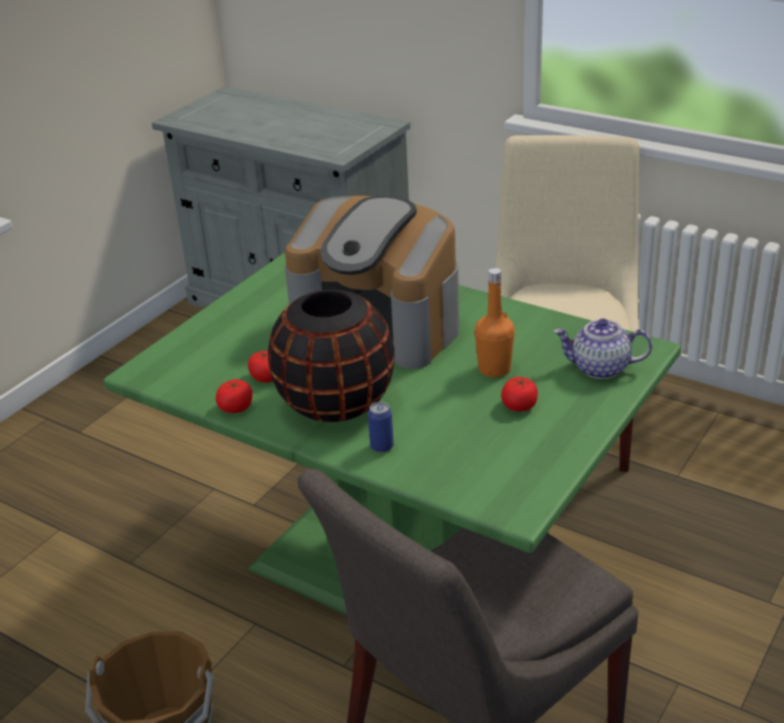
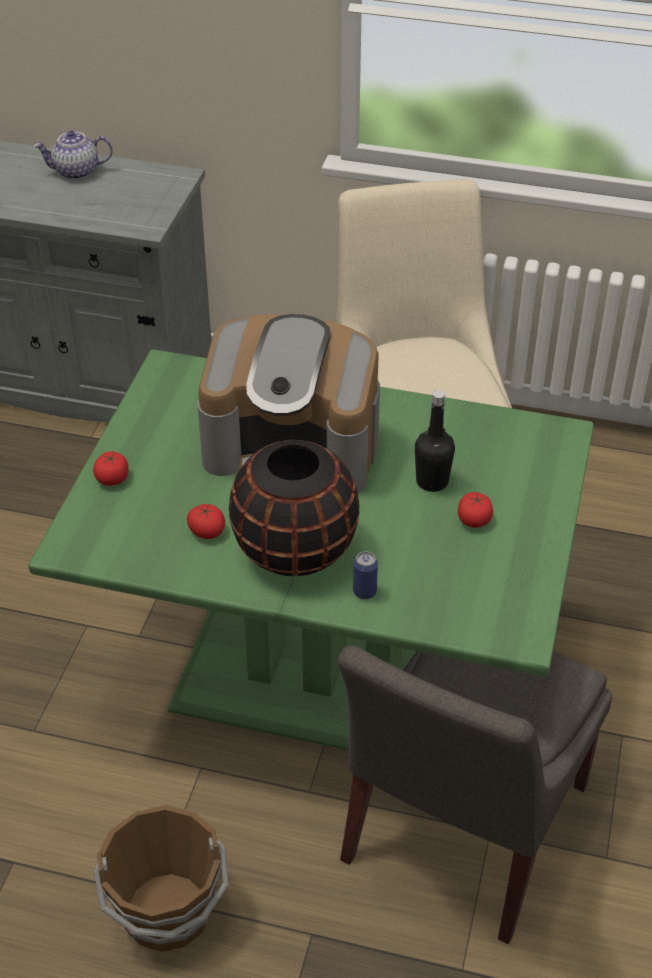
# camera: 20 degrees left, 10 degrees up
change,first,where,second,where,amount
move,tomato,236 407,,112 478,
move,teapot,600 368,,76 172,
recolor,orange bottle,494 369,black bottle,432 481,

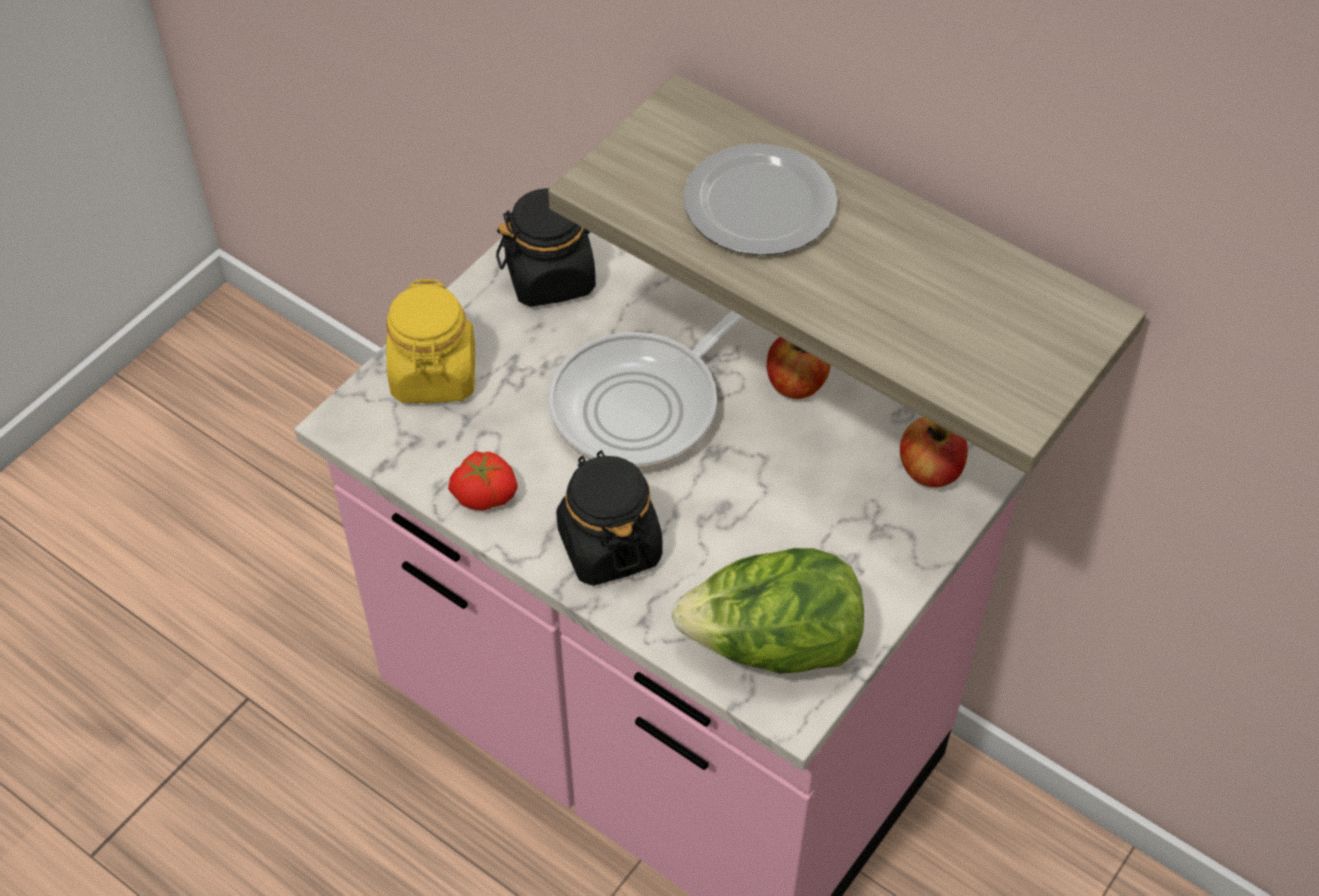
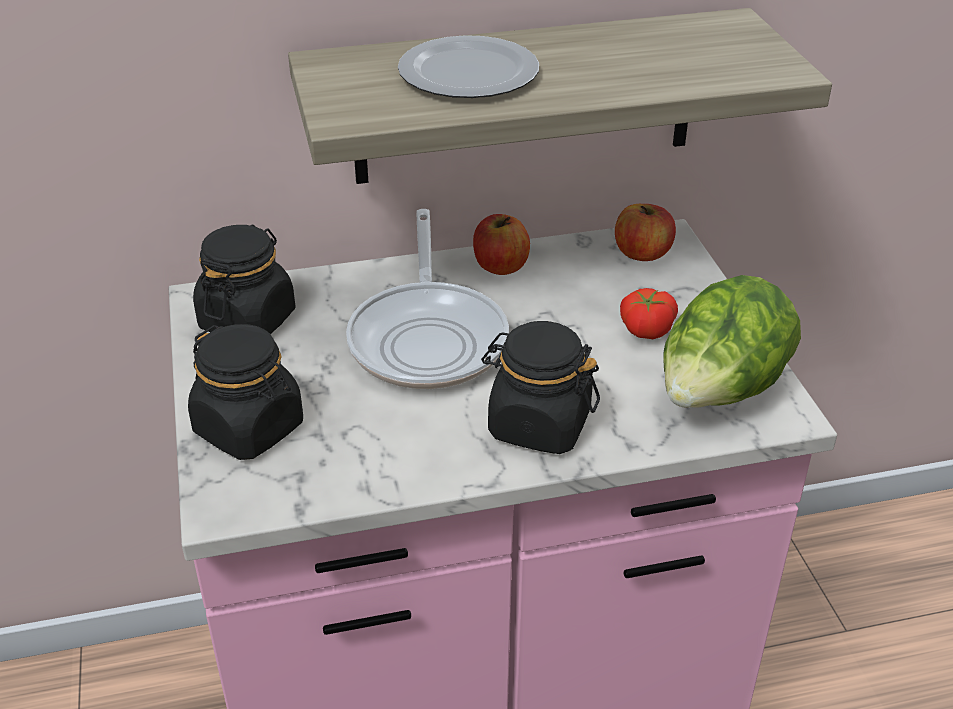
# camera: 50 degrees left, 15 degrees down
change,first,where,second,where,amount
move,tomato,484 492,,645 328,
recolor,yellow jar,434 375,black jar,250 428,

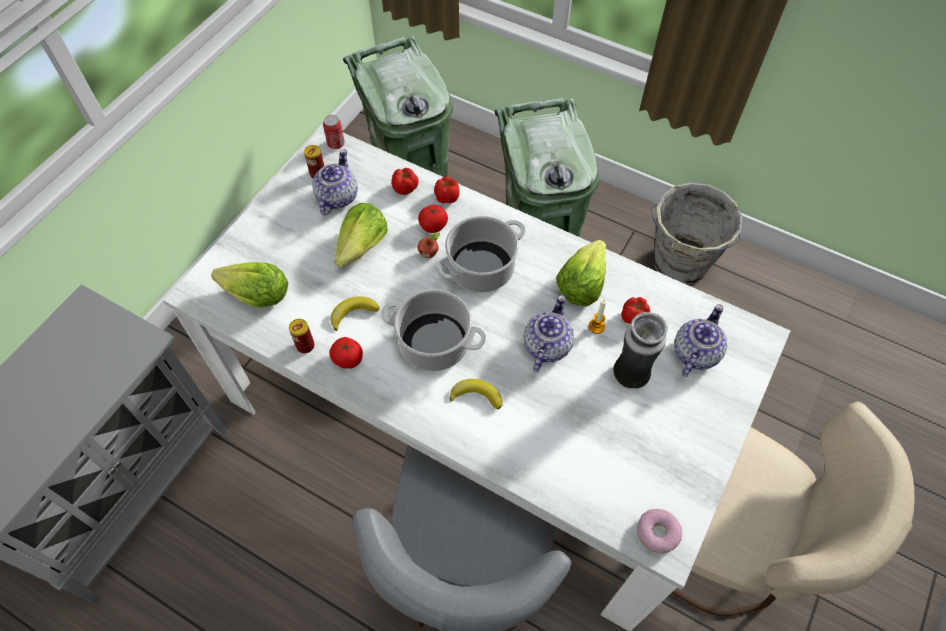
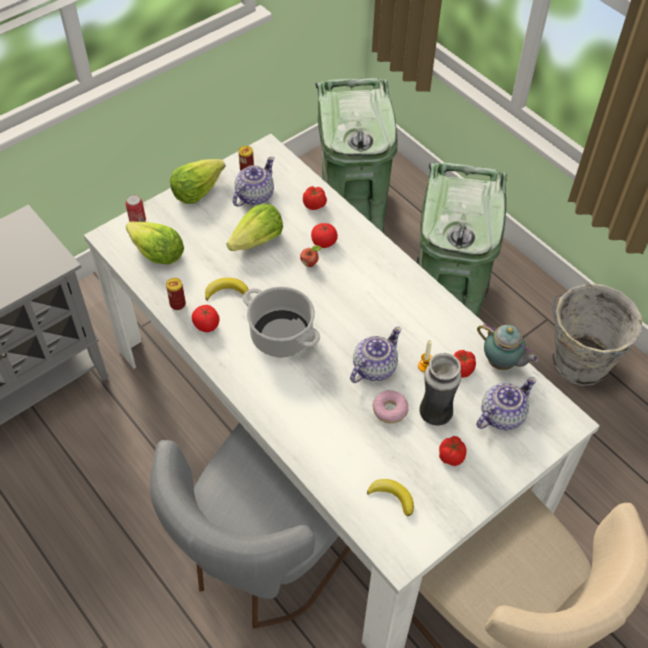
# camera: 20 degrees right, 5 degrees down
change,first,where,second,where,amount
delete,cooking pot,481 269,,,
insert,,,teapot,502 363,
move,can,336 143,,137 221,
move,tomato,447 196,,451 456,
move,banana,476 395,,392 497,
move,lettuce,581 284,,197 190,
move,donut,657 532,,390 410,

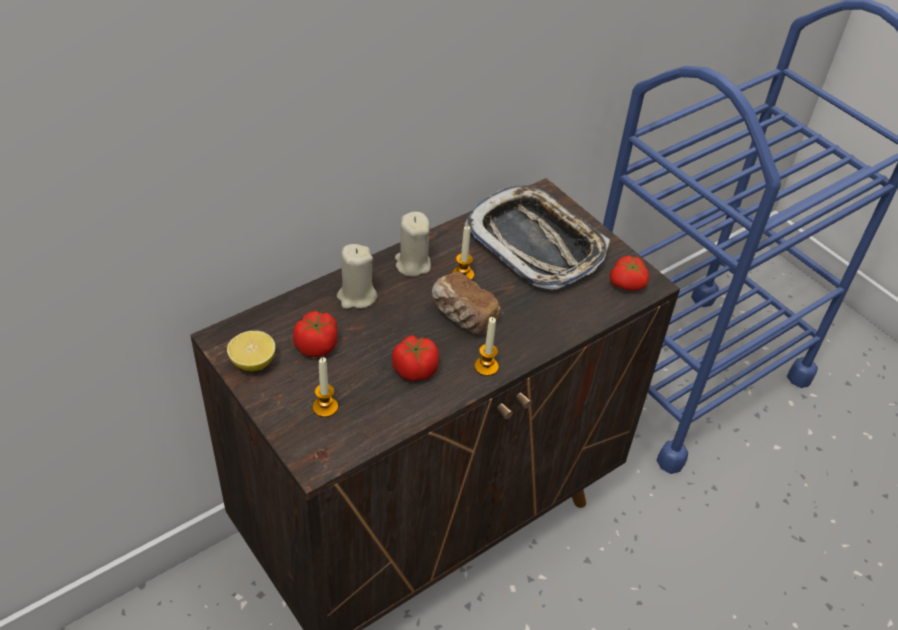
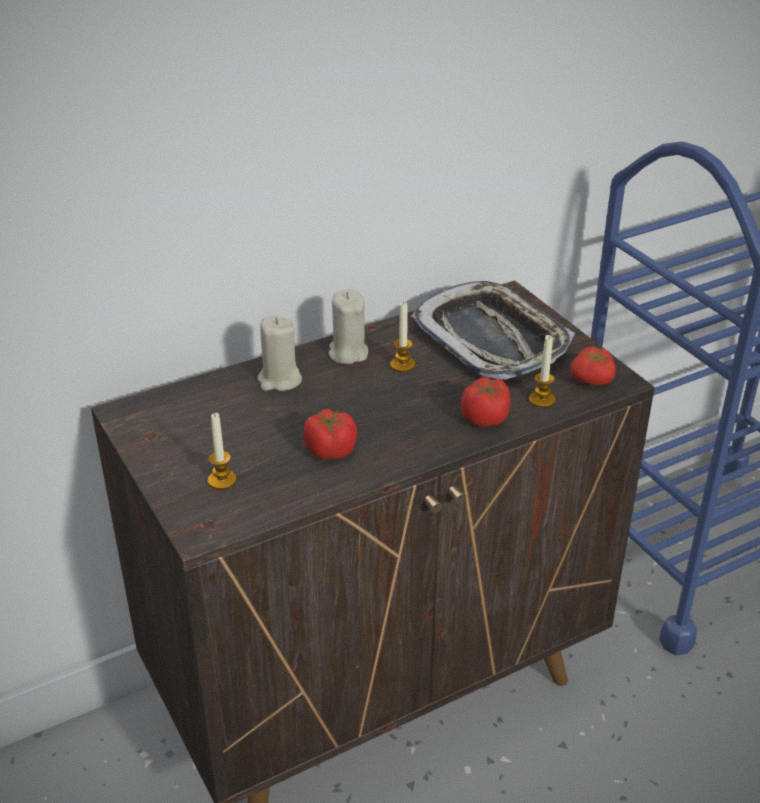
# camera: 10 degrees right, 10 degrees down
change,first,where,second,where,amount
delete,lemon,253 362,,,
delete,bread,462 316,,,
move,tomato,317 346,,485 418,
move,candle,486 367,,542 400,

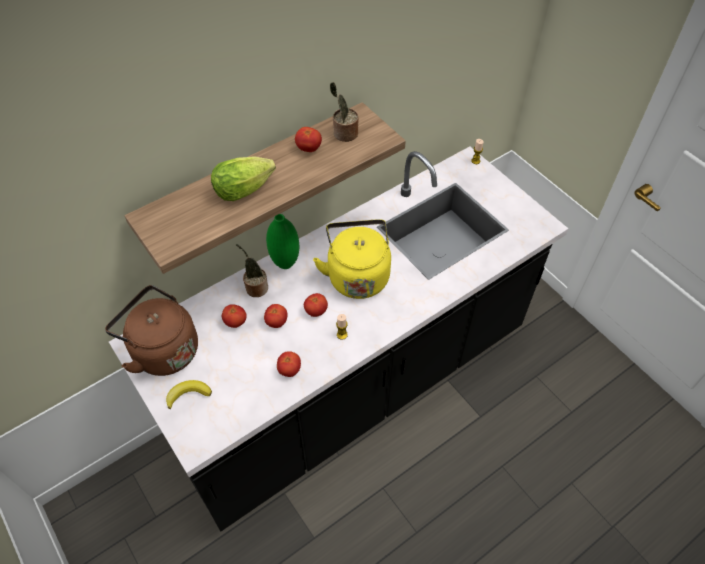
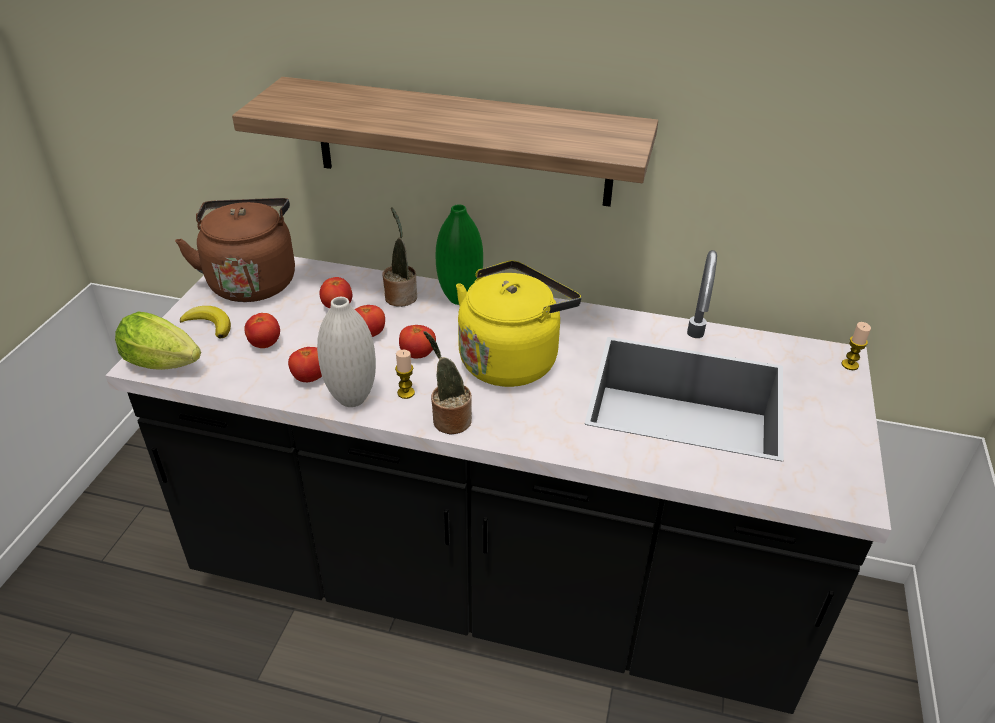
# camera: 50 degrees right, 15 degrees down
change,first,where,second,where,amount
insert,,,white vase,352 399,
move,lettuce,247 189,,167 364,
move,tomato,309 148,,265 344,
move,potted plant,344 134,,449 420,

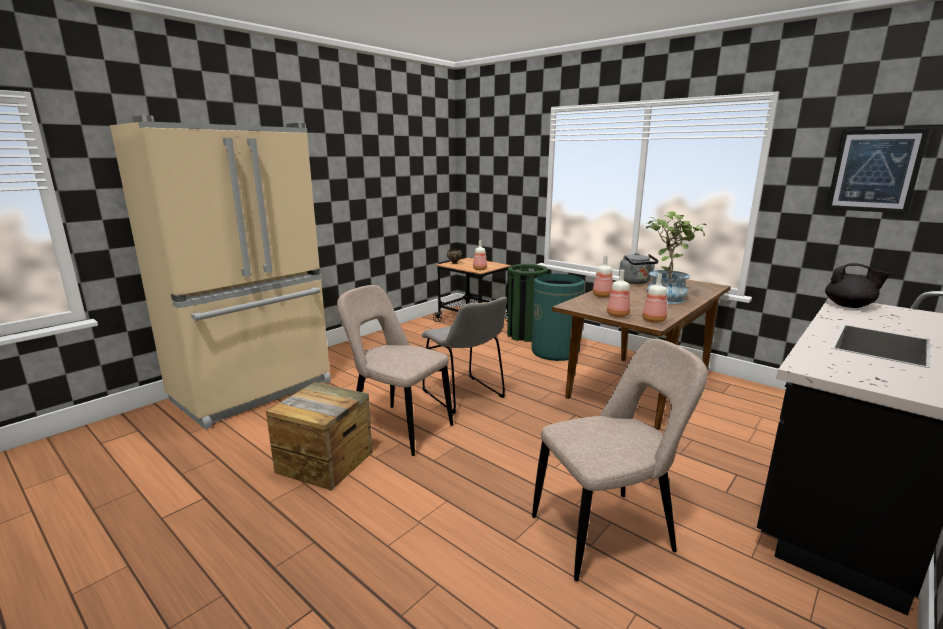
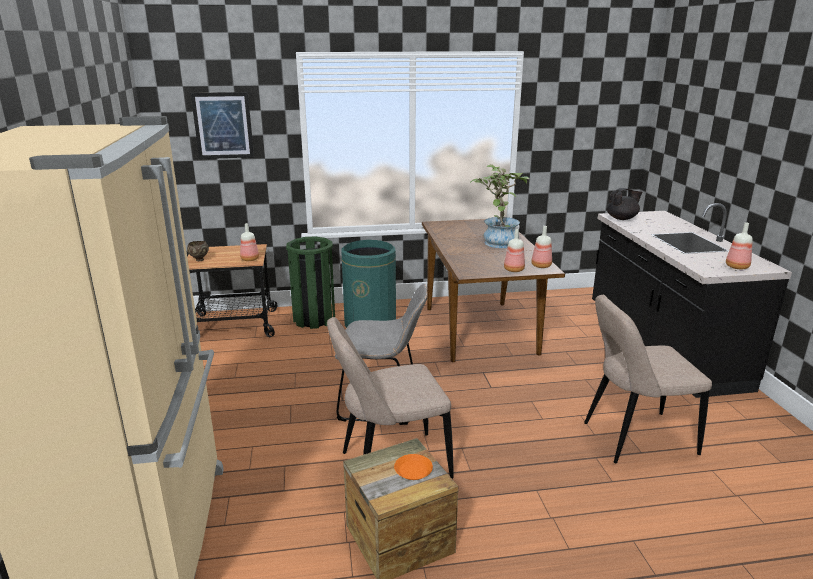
# camera: 50 degrees left, 5 degrees up
change,first,where,second,where,amount
delete,grey kettle,635 282,,,
insert,,,orange plate,413 470,
move,bottle,602 296,,737 267,
move,picture,874 171,,223 125,
rotate,beige chair,608 532,,634 438,120 degrees counterclockwise

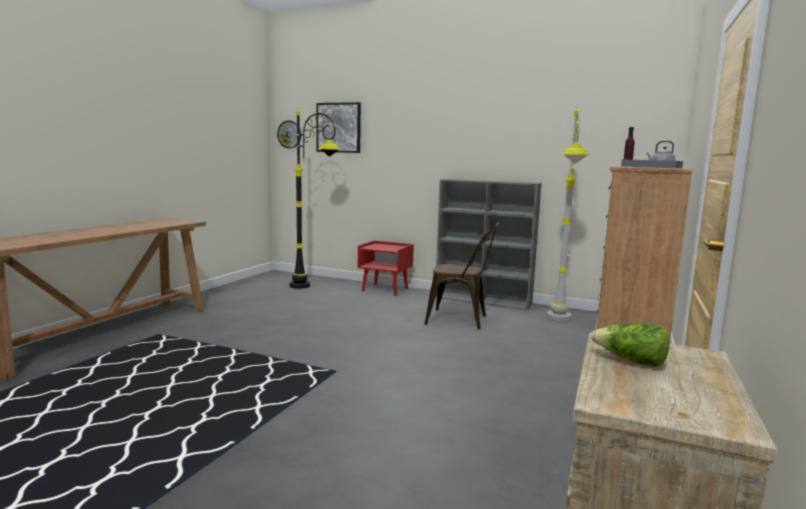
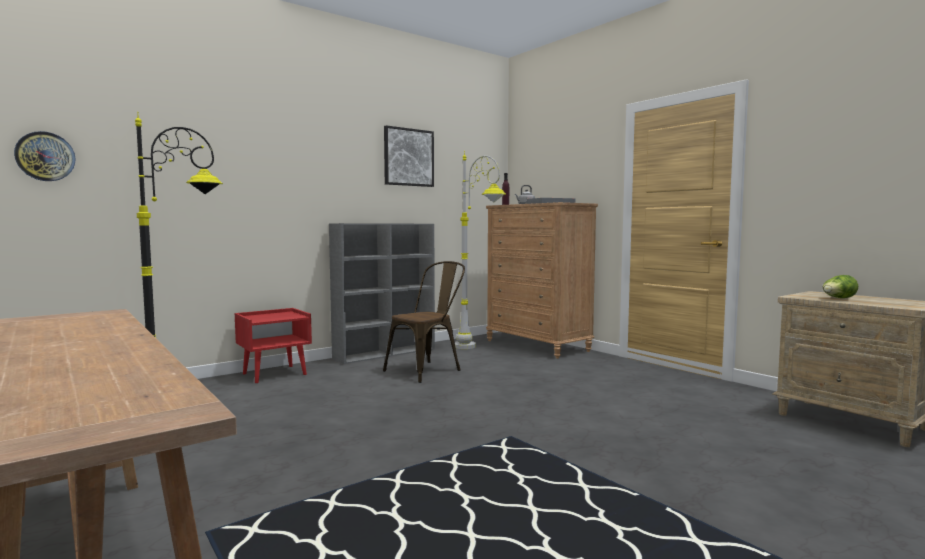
# camera: 60 degrees left, 5 degrees down
change,first,where,second,where,amount
move,picture,339 127,,408 157,

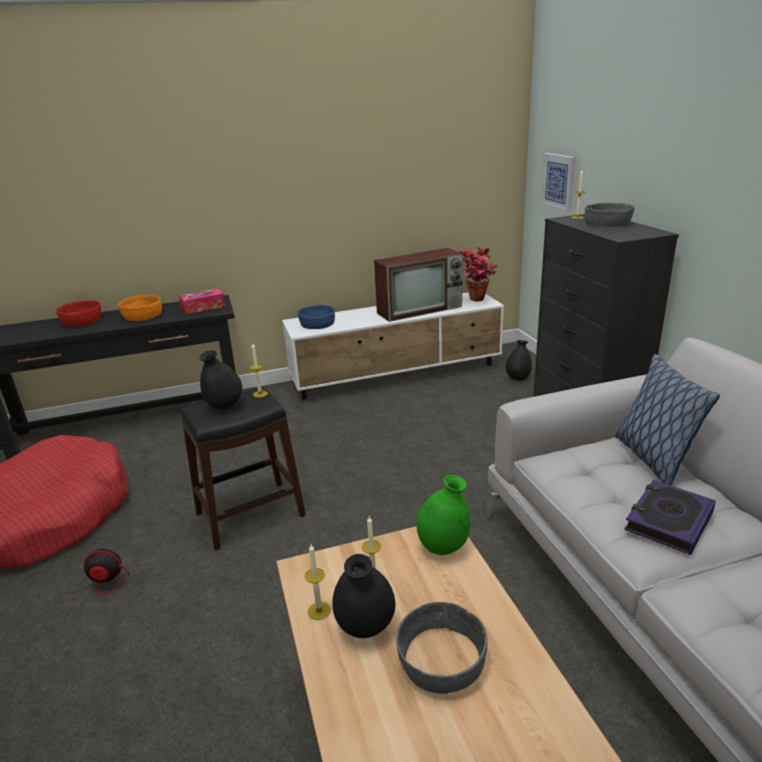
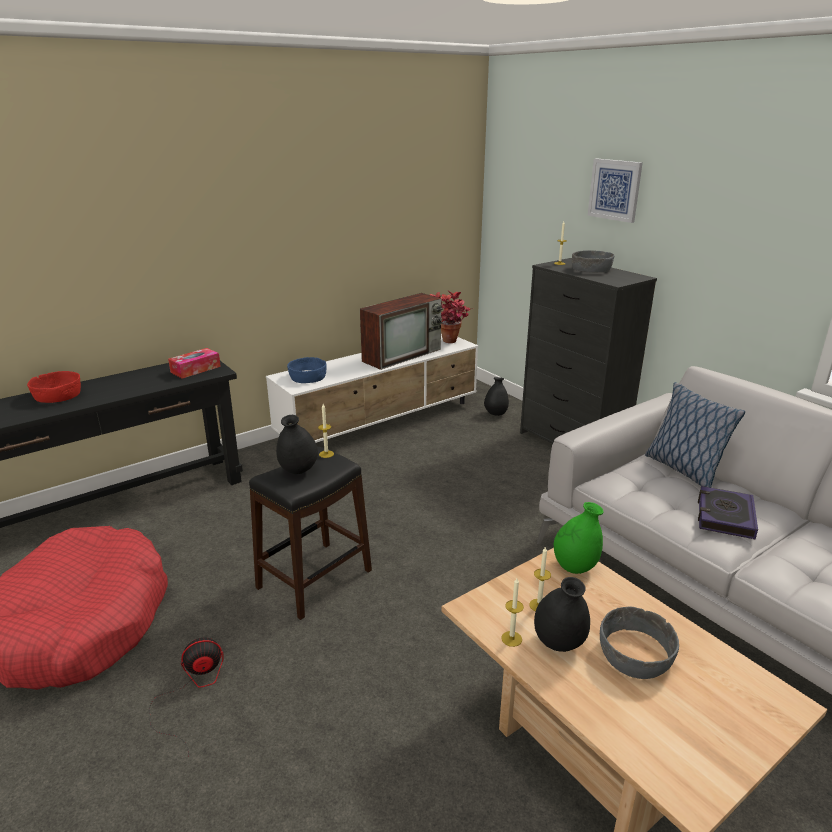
# camera: 20 degrees left, 0 degrees up
change,first,where,second,where,amount
delete,orange bowl,142 315,,,
move,picture,558 182,,615 190,

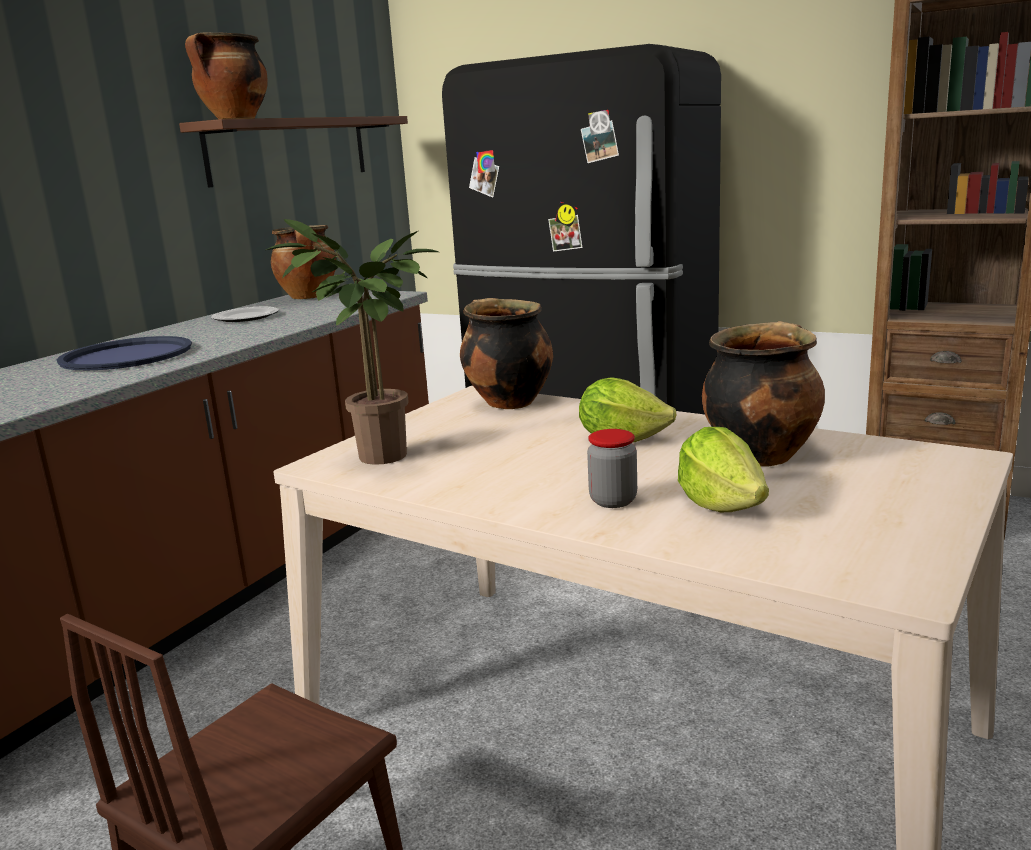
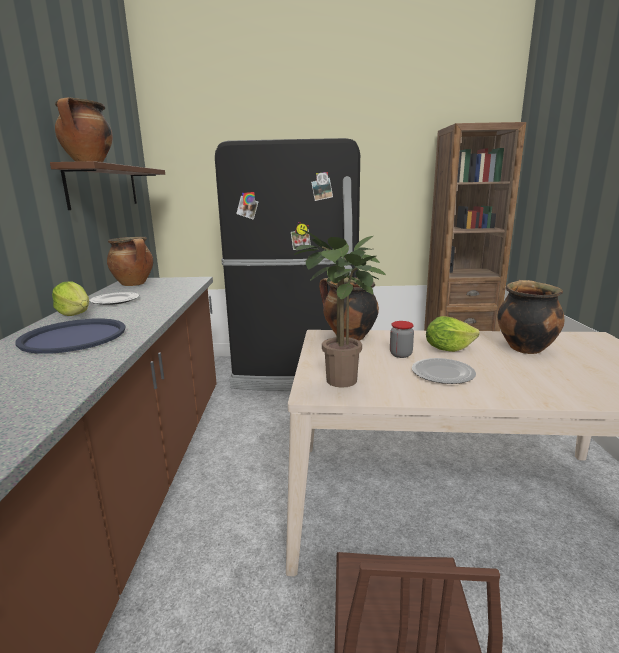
# camera: 30 degrees left, 0 degrees up
change,first,where,second,where,amount
insert,,,plate,442 373,
move,jar,613 501,,400 354,
move,lettuce,721 504,,75 314,

